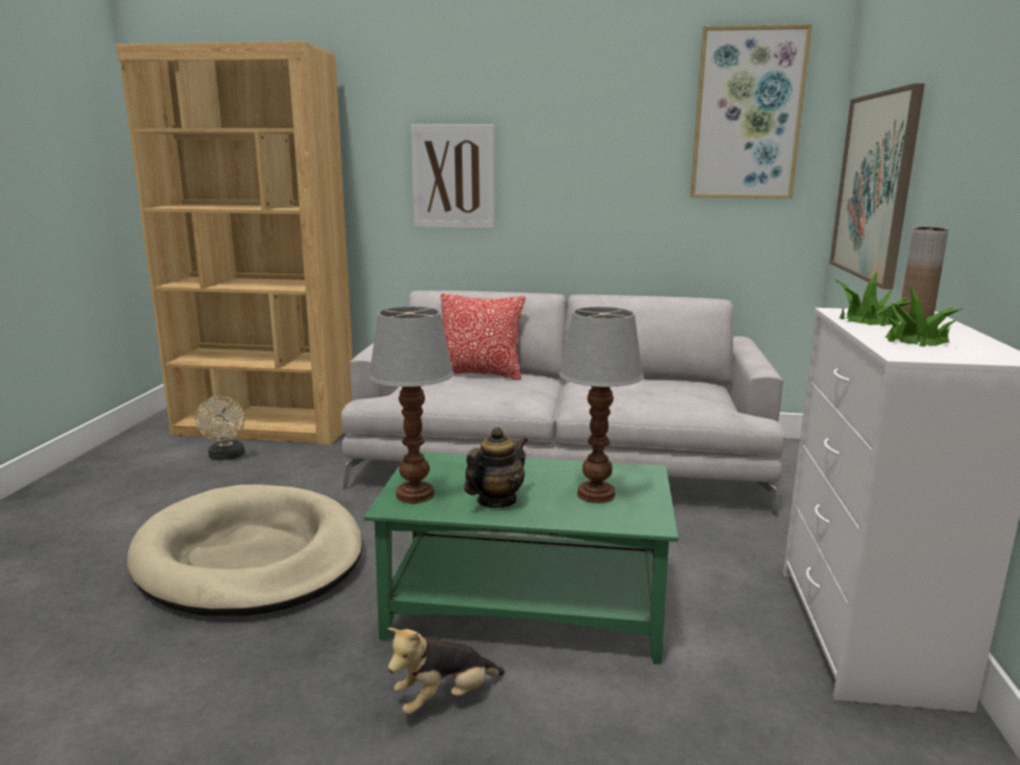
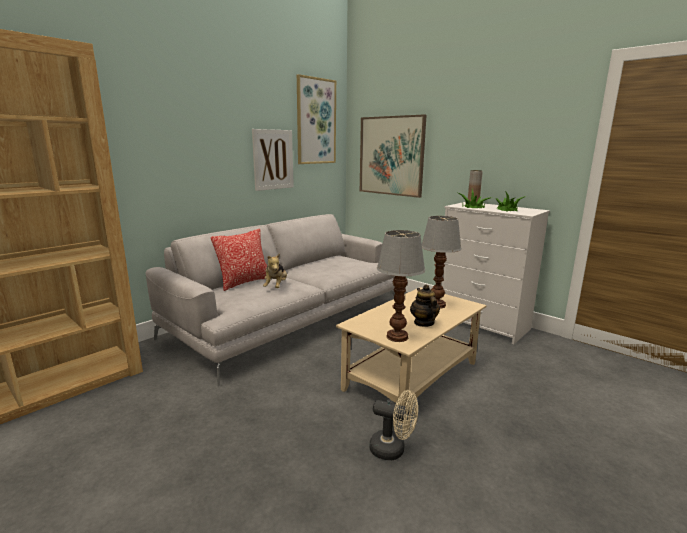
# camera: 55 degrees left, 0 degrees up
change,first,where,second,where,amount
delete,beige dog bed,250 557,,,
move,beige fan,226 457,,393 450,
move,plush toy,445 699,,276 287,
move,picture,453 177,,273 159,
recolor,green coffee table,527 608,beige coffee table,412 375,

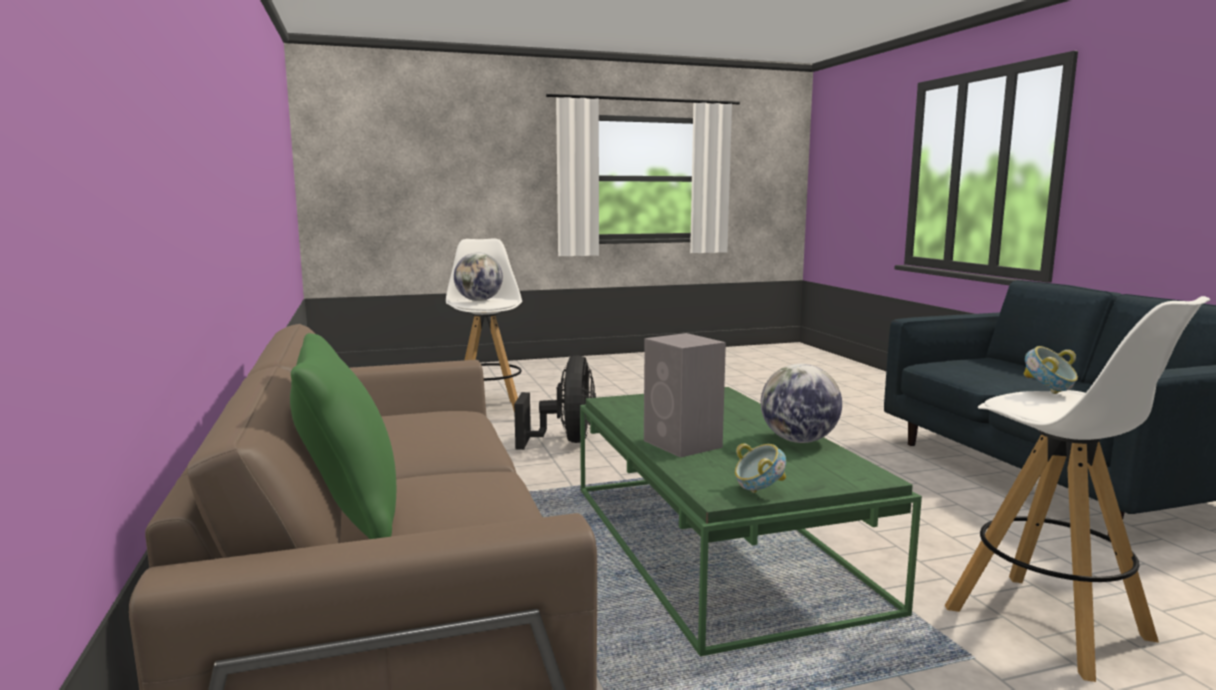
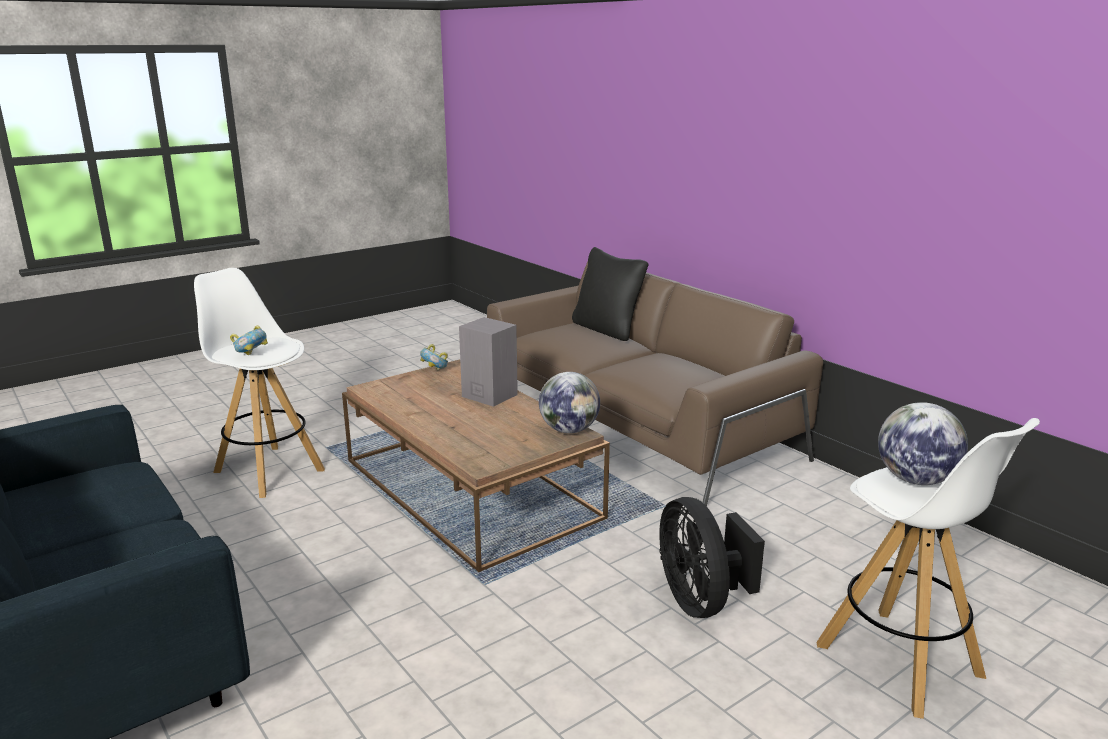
# camera: 160 degrees right, 10 degrees up
change,first,where,second,where,amount
move,globe,798 441,,569 430,
recolor,green pillow,350 516,black pillow,607 329,
recolor,green coffee table,716 543,brown coffee table,470 489,

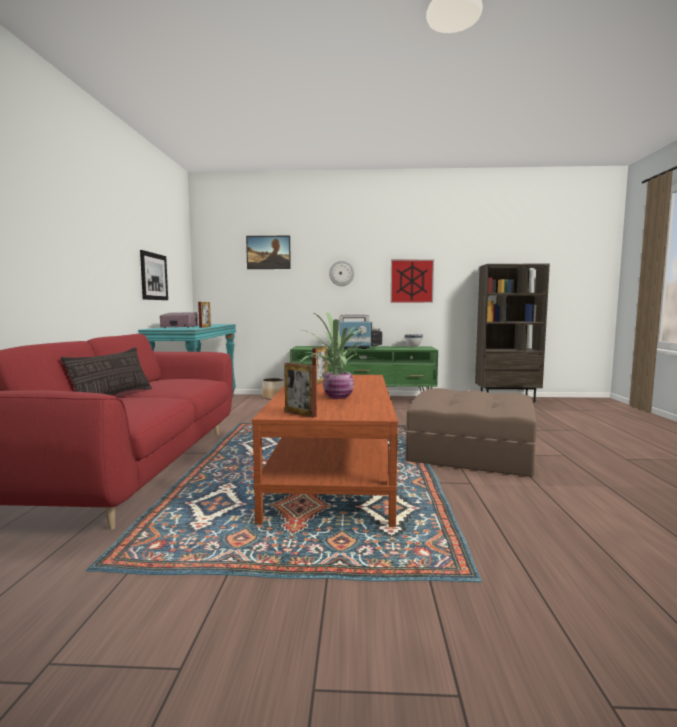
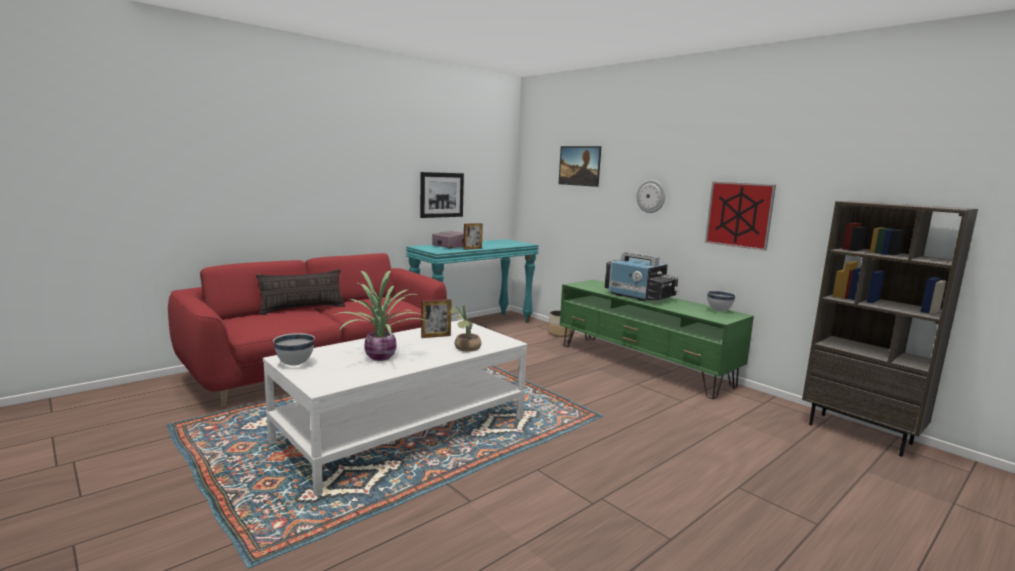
# camera: 45 degrees right, 5 degrees up
change,first,where,second,where,amount
delete,brown ottoman,472 450,,,
insert,,,potted plant,465 348,
replace,picture frame,300 414,white bowl,295 364,
recolor,brown coffee table,333 472,white coffee table,404 430,

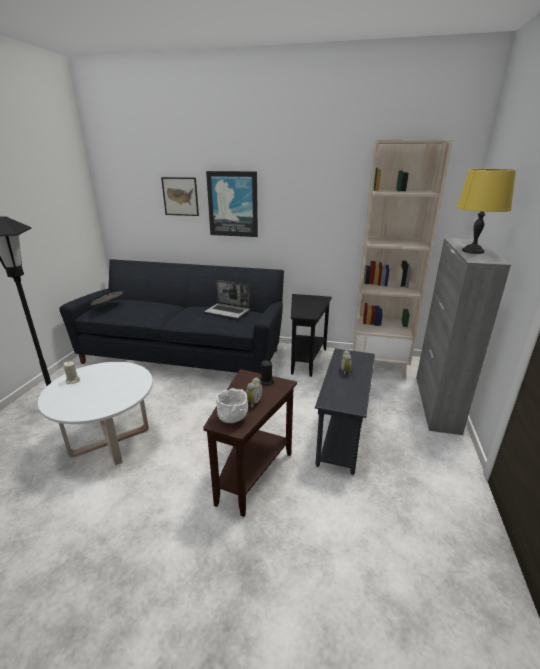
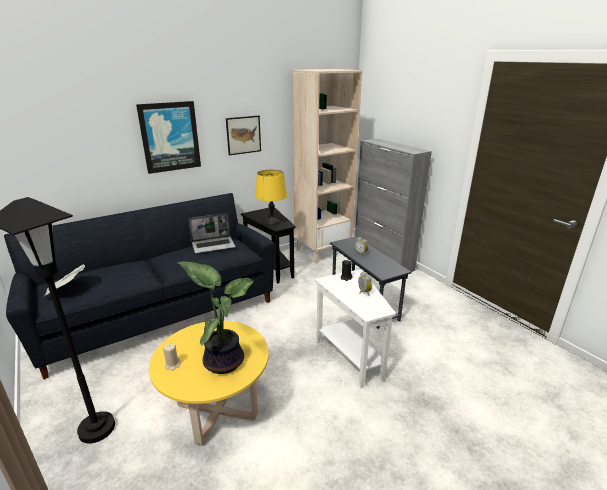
# camera: 45 degrees left, 0 degrees up
change,first,where,second,where,amount
delete,white bowl,233 419,,,
insert,,,potted plant,223 360,
move,picture,180 196,,243 135,
move,yellow table lamp,472 251,,271 222,
recolor,white coffee table,110 442,yellow coffee table,217 411,
recolor,brown side table,252 472,white side table,351 356,

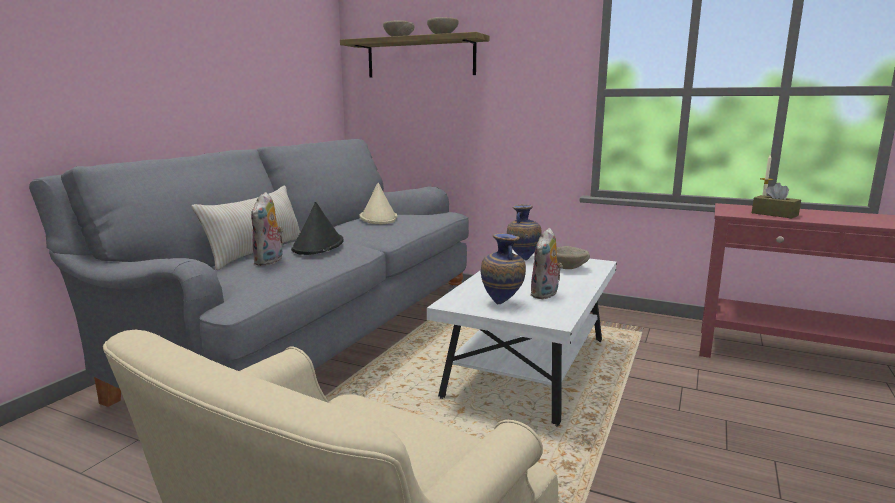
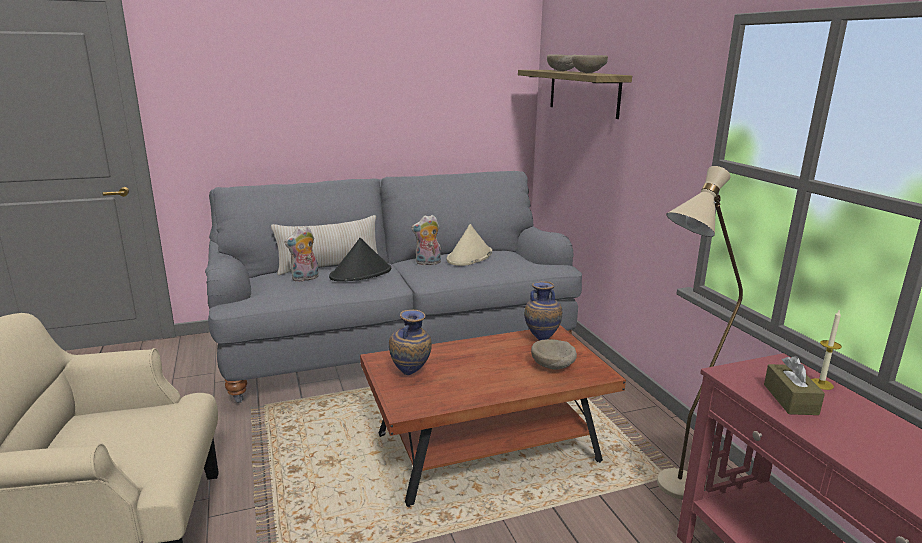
# camera: 45 degrees right, 5 degrees up
change,first,where,second,where,amount
insert,,,beige floor lamp,669 492,
move,plush toy,545 295,,427 263,
recolor,white coffee table,529 367,brown coffee table,486 449,

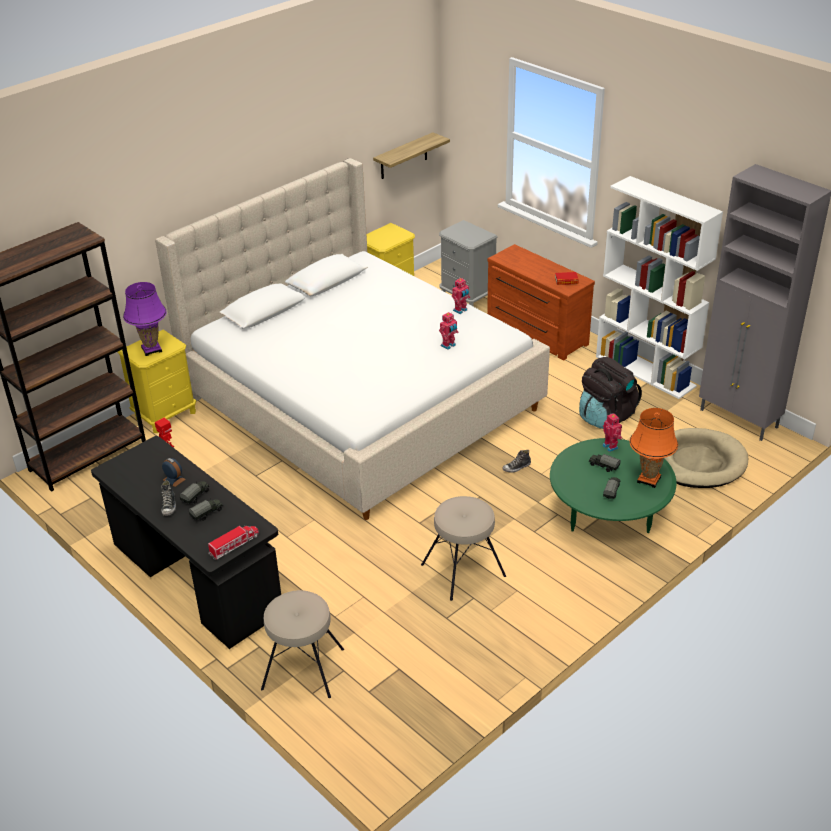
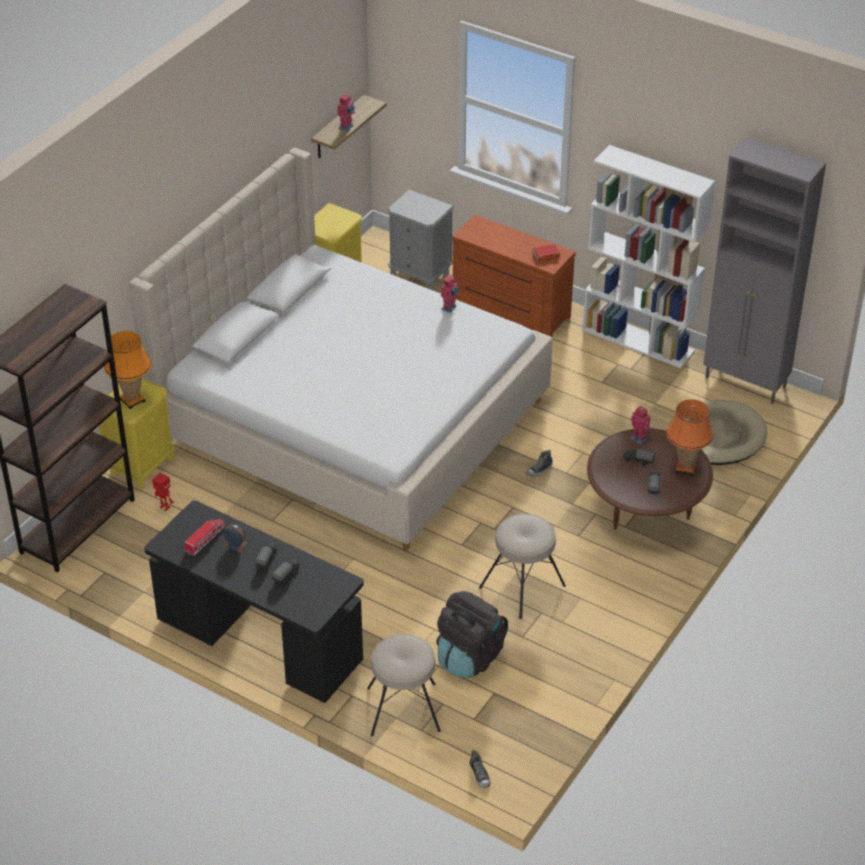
# camera: 15 degrees left, 5 degrees up
change,first,where,second,where,amount
move,shoe,169 506,,480 775,
move,toy truck,234 545,,205 539,
move,toy robot,449 346,,346 127,
move,black backpack,606 416,,469 657,
recolor,purple table lamp,151 349,orange table lamp,132 400,
recolor,green coffee table,608 517,brown coffee table,645 509,

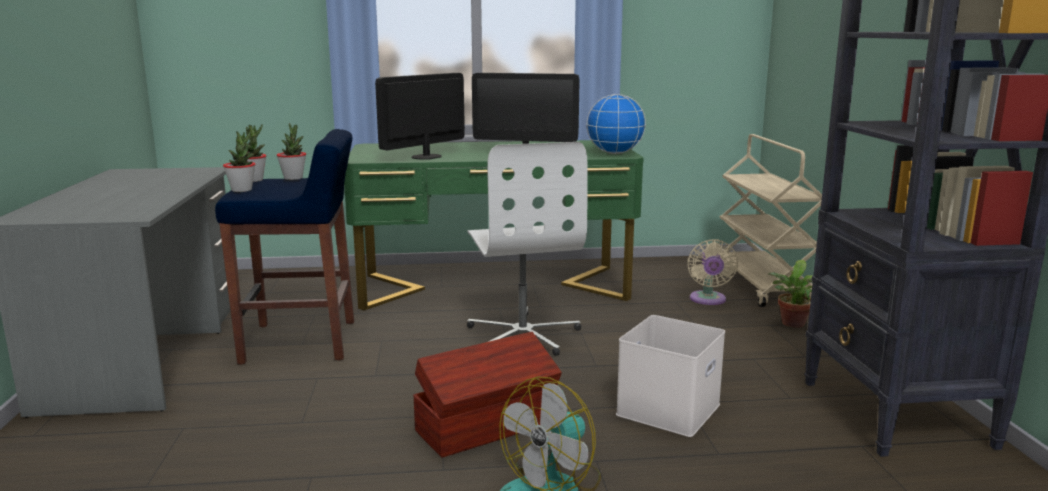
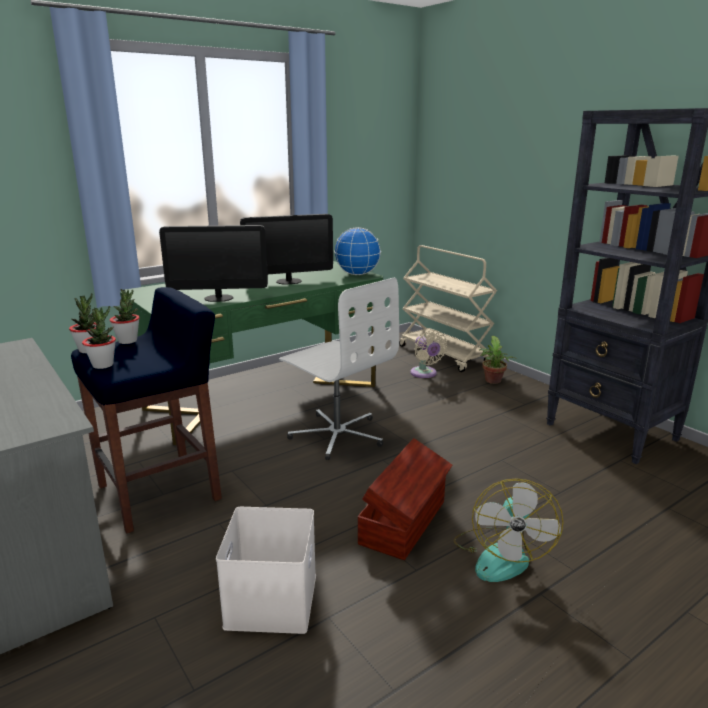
# camera: 30 degrees left, 5 degrees up
change,first,where,second,where,amount
move,white storage box,667 408,,270 598,
rotate,monitor,426 157,,218 298,105 degrees counterclockwise

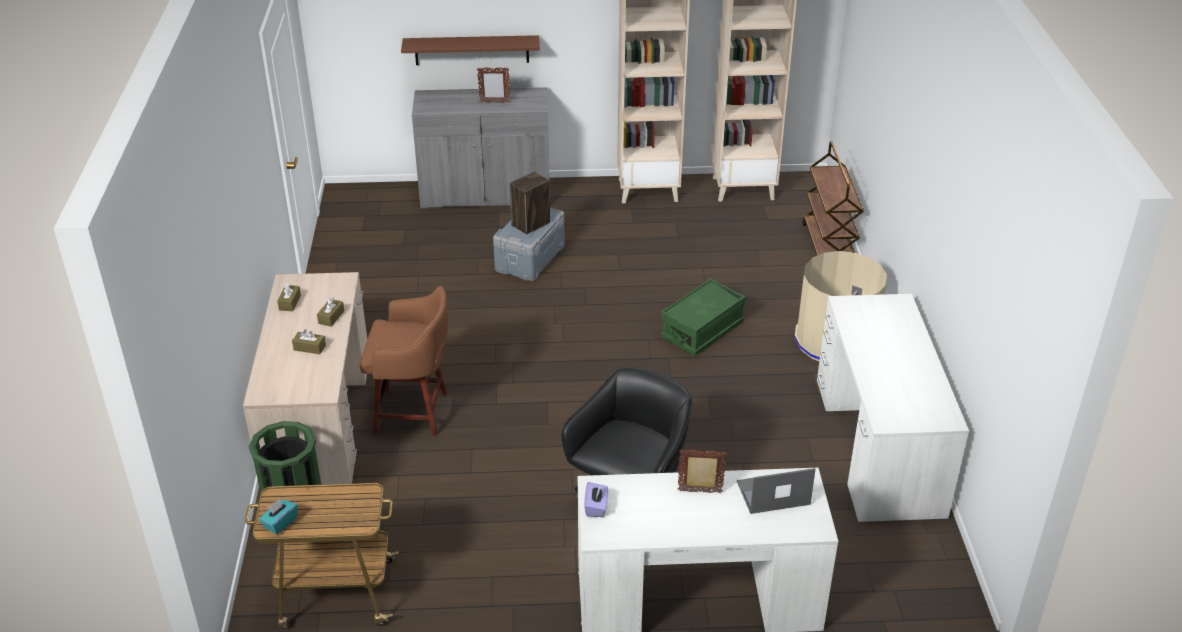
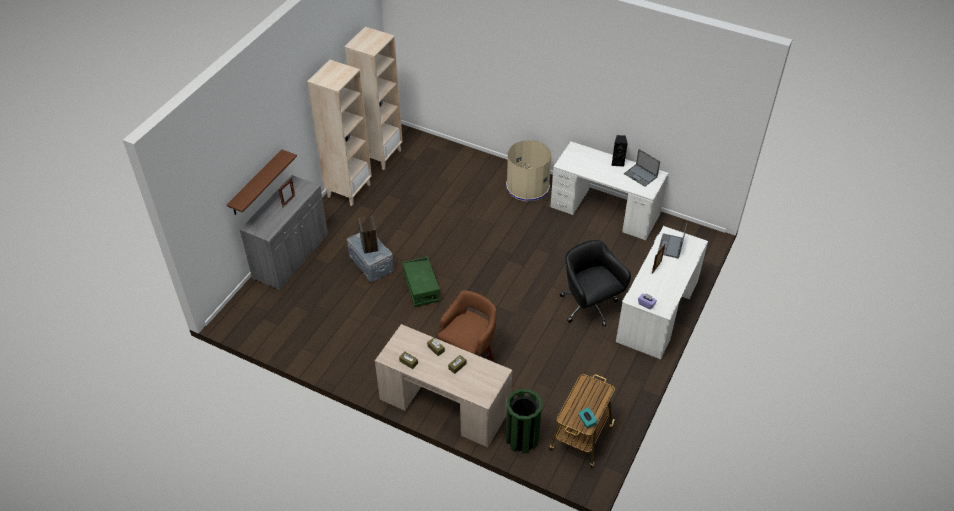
# camera: 60 degrees left, 10 degrees up
change,first,where,second,where,amount
delete,brown cart,828 247,,,
insert,,,black speaker,617 162,
insert,,,laptop,641 175,
move,green storage box,702 331,,421 288,

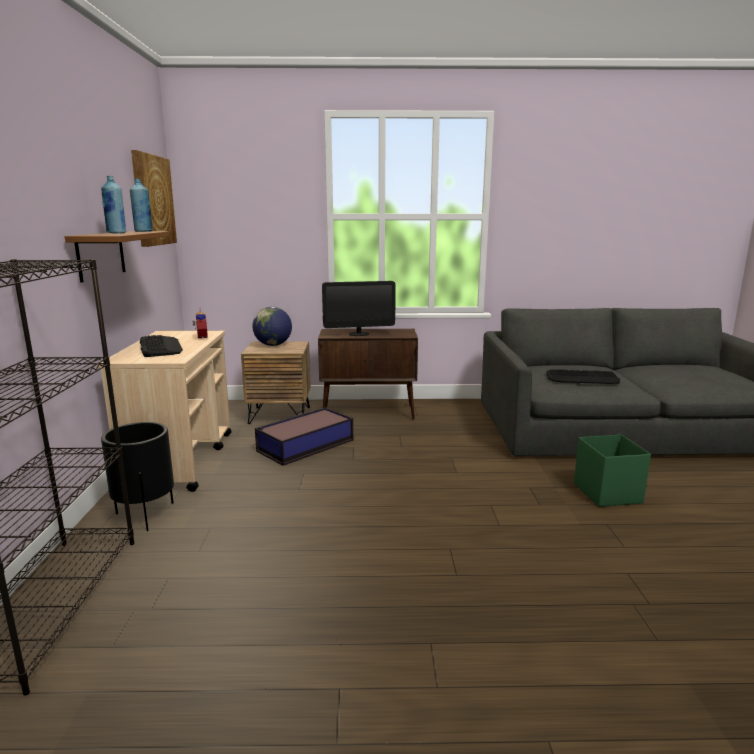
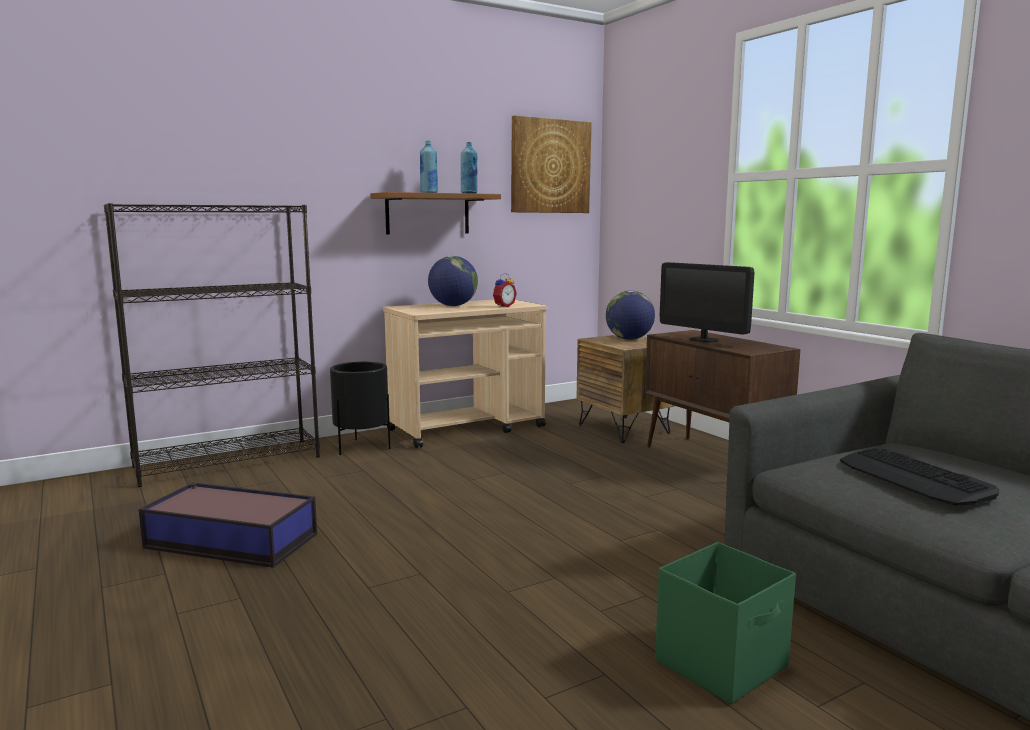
# camera: 60 degrees right, 5 degrees down
change,first,where,second,where,amount
move,storage box,304 445,,230 540,
replace,keyboard,160 347,globe,453 306,

